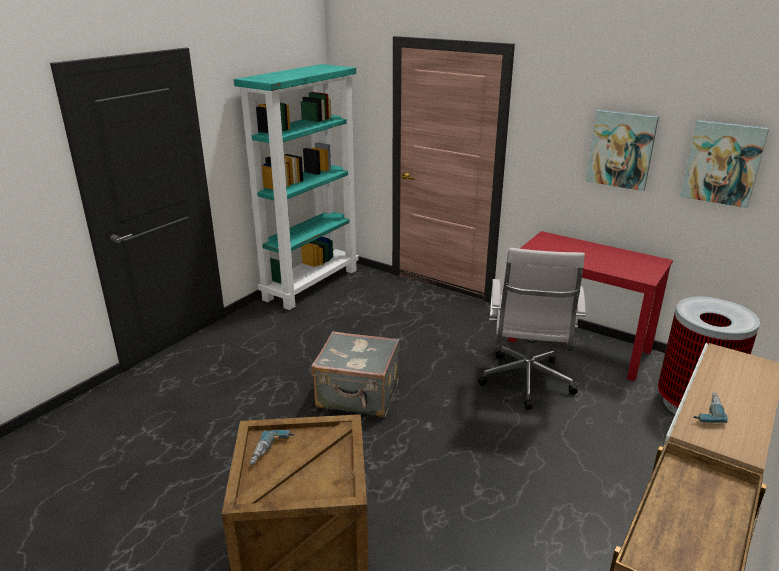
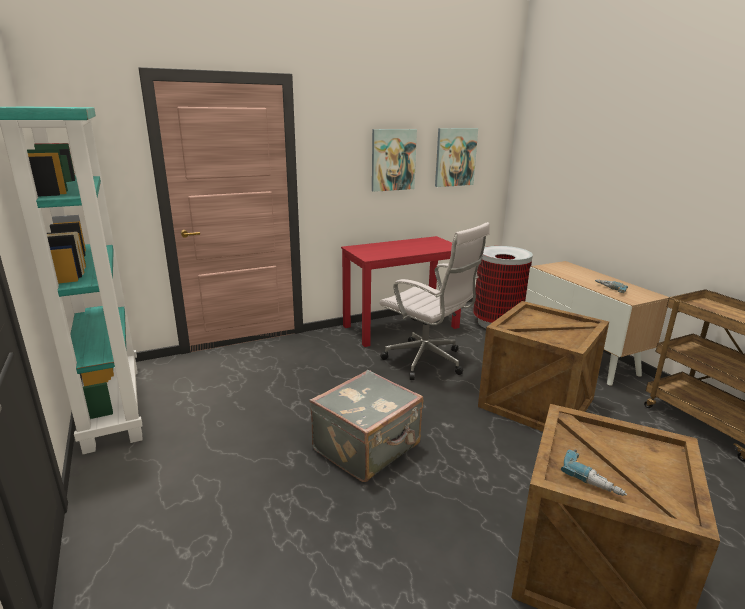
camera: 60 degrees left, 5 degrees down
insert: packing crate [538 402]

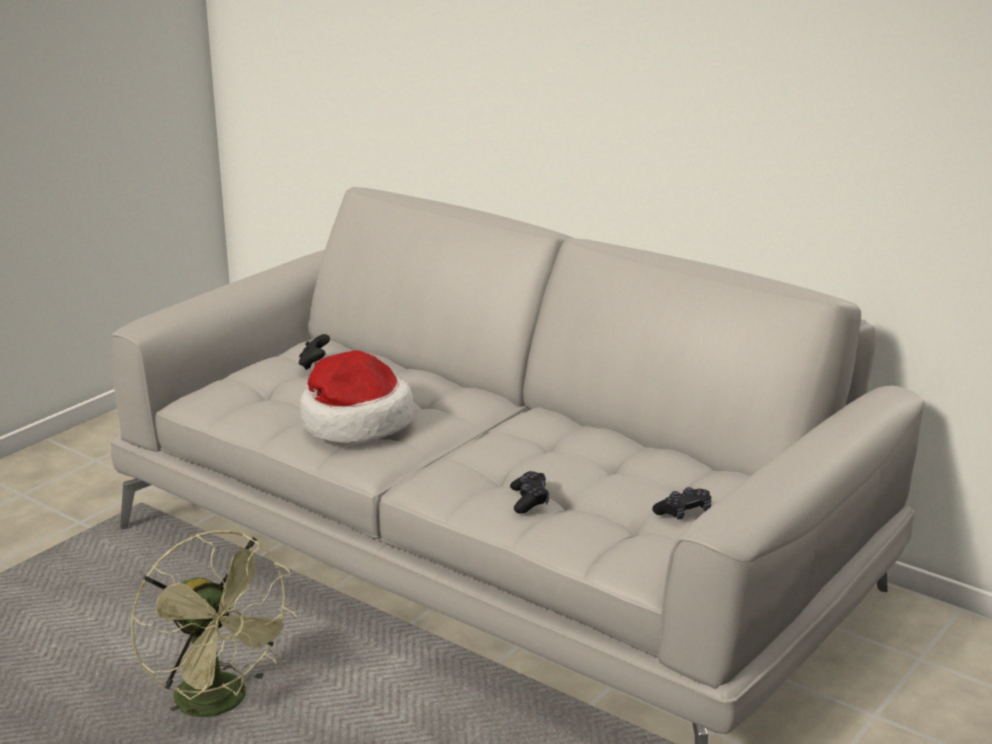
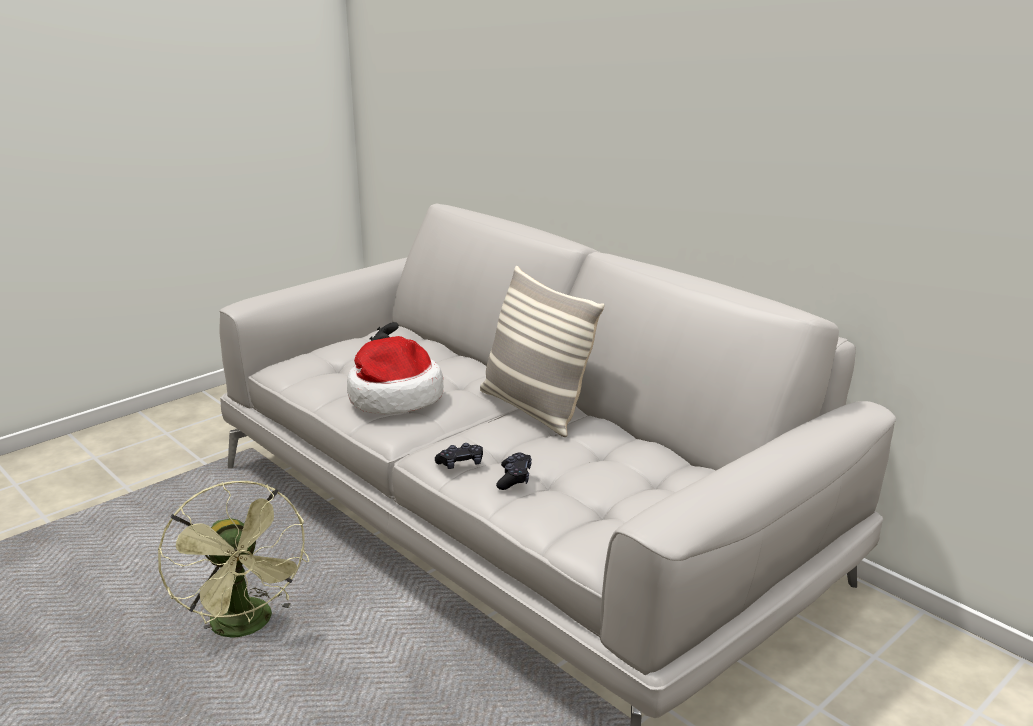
camera: 10 degrees right, 0 degrees up
insert: throw pillow [534 409]
move: black-coloured gamepad [683 512] to [460 463]

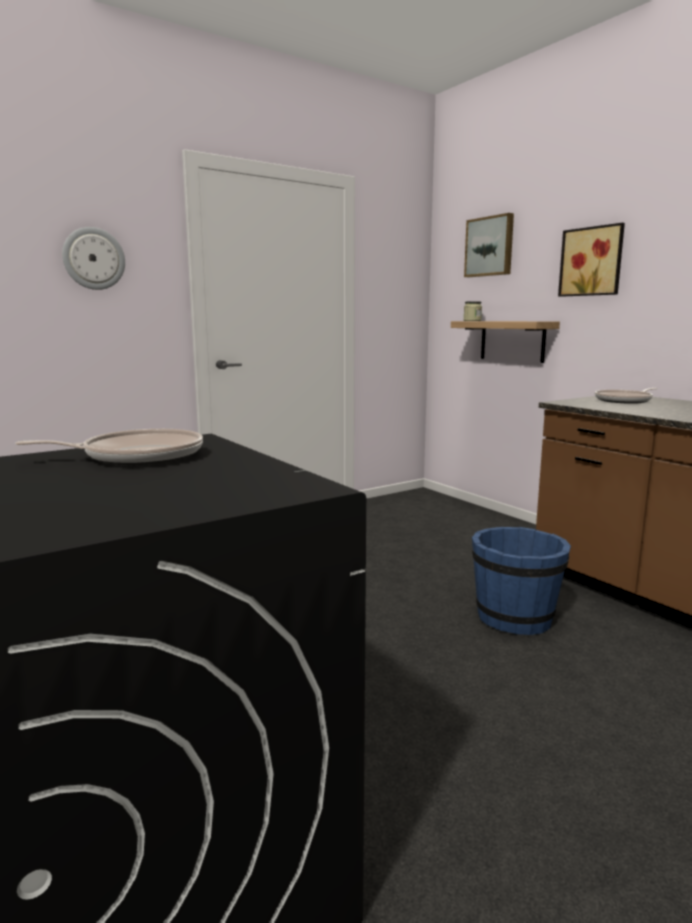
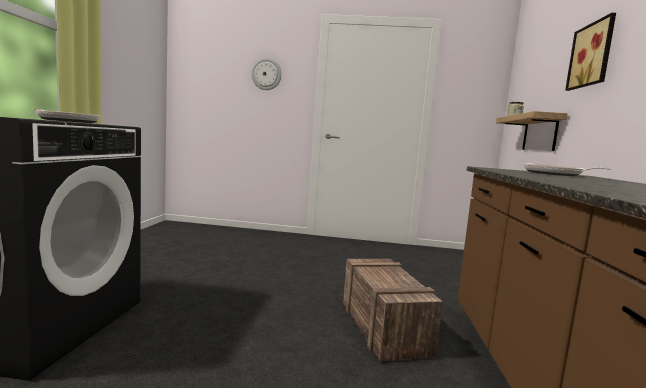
camera: 40 degrees right, 5 degrees down
delete: wall art [490 246]
replace: blue water bucket [515 617] to packing crate [384 329]

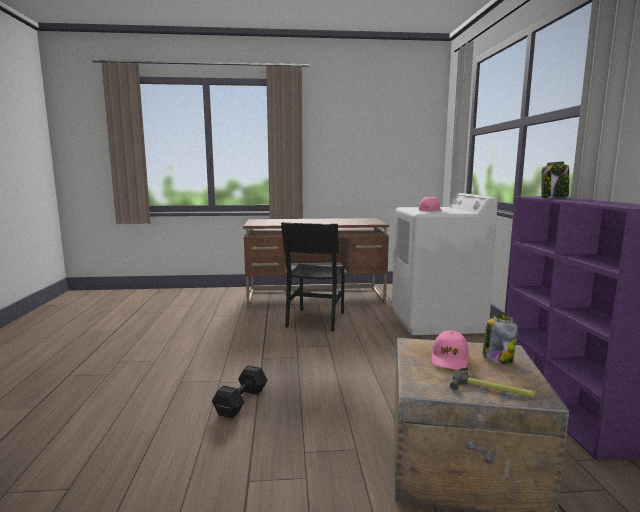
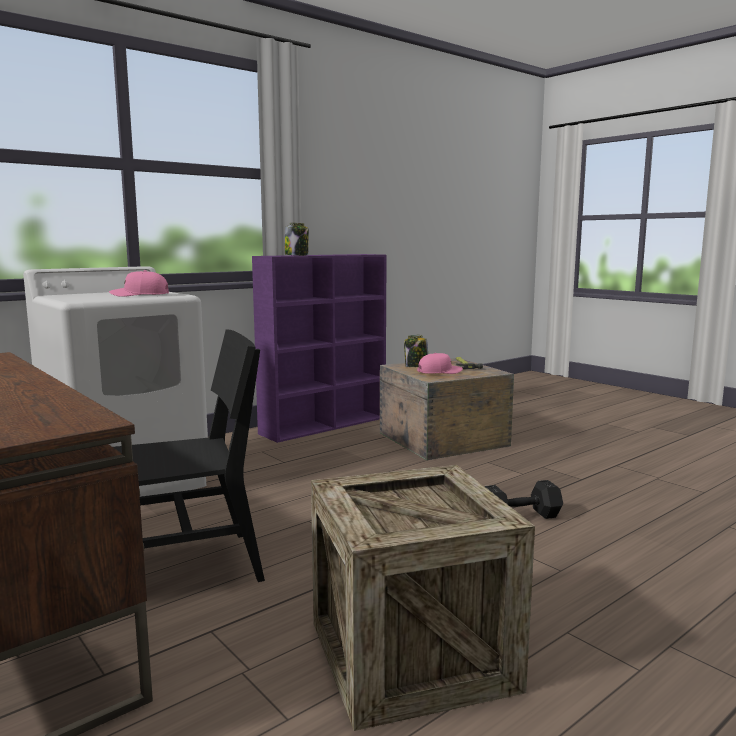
camera: 125 degrees left, 0 degrees up
insert: packing crate [411 655]

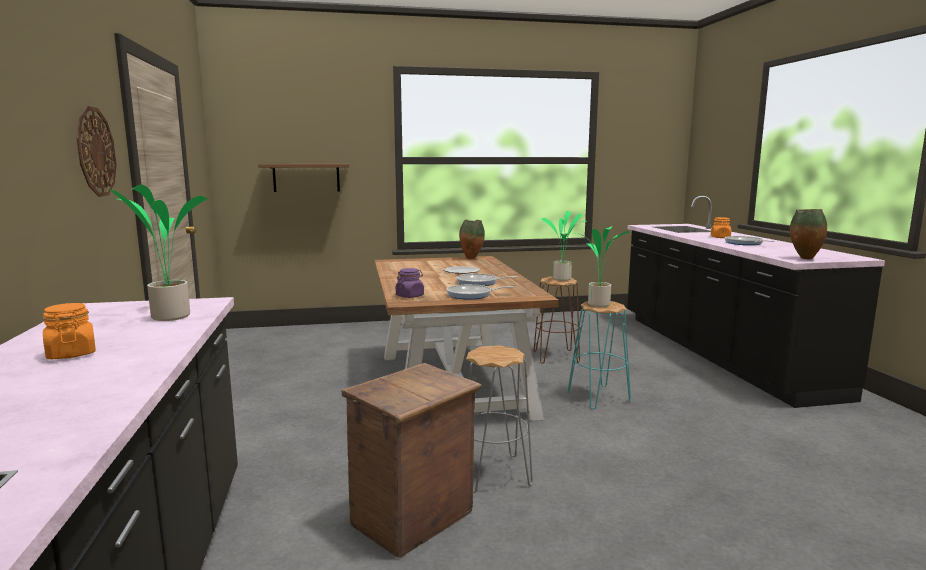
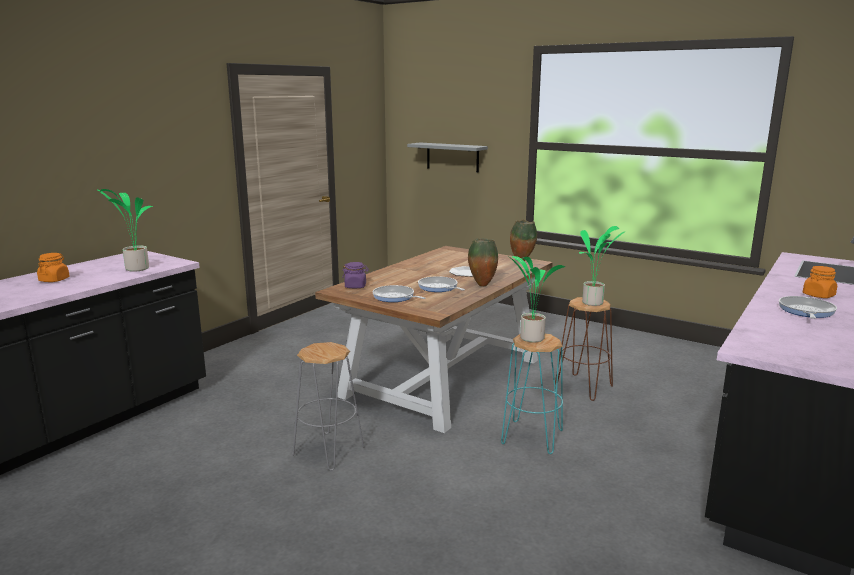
camera: 45 degrees right, 5 degrees up
delete: hanging clock [95 152]; packing crate [414 519]
move: flower vase [804 258] to [481 285]
recolor: brown-coloured bracket shelf [306 177] to gray bracket shelf [452 157]

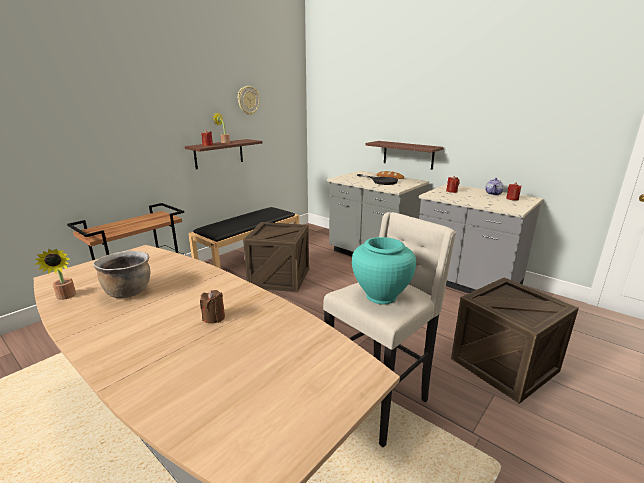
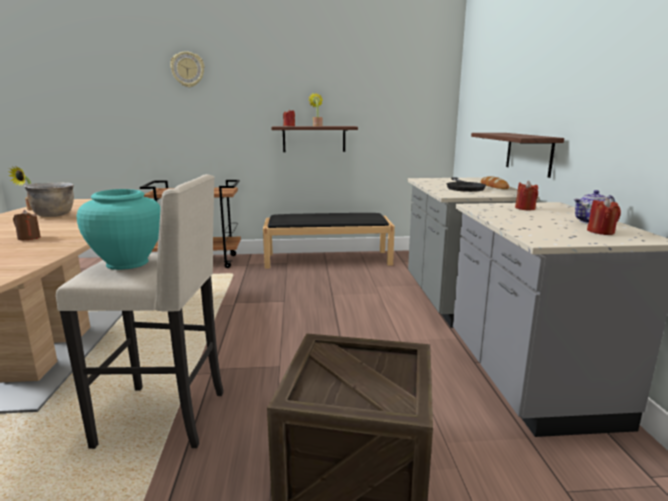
camera: 45 degrees right, 5 degrees down
delete: packing crate [279 278]
move: hanging clock [248 100] to [188 69]

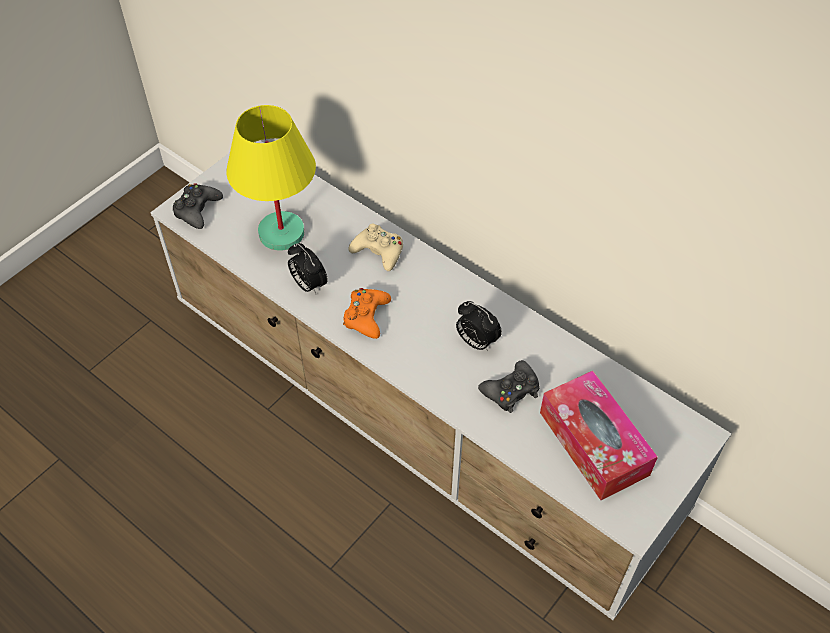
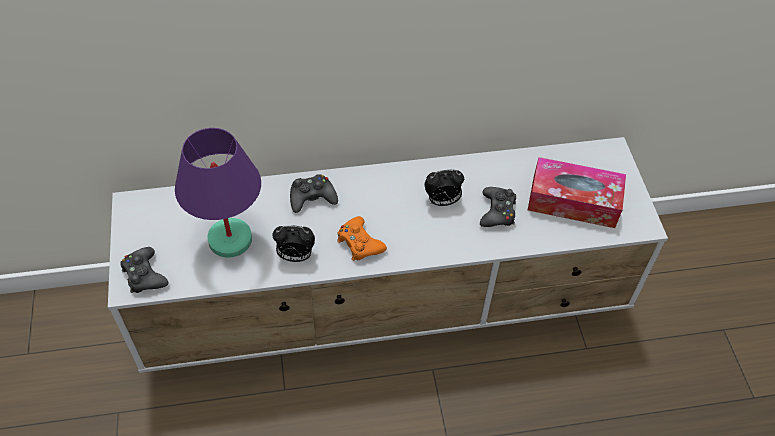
camera: 50 degrees left, 0 degrees up
recolor: yellow table lamp [282 234] to purple table lamp [231 240]; beige-coloured gamepad [379 252] to black-coloured gamepad [312 197]

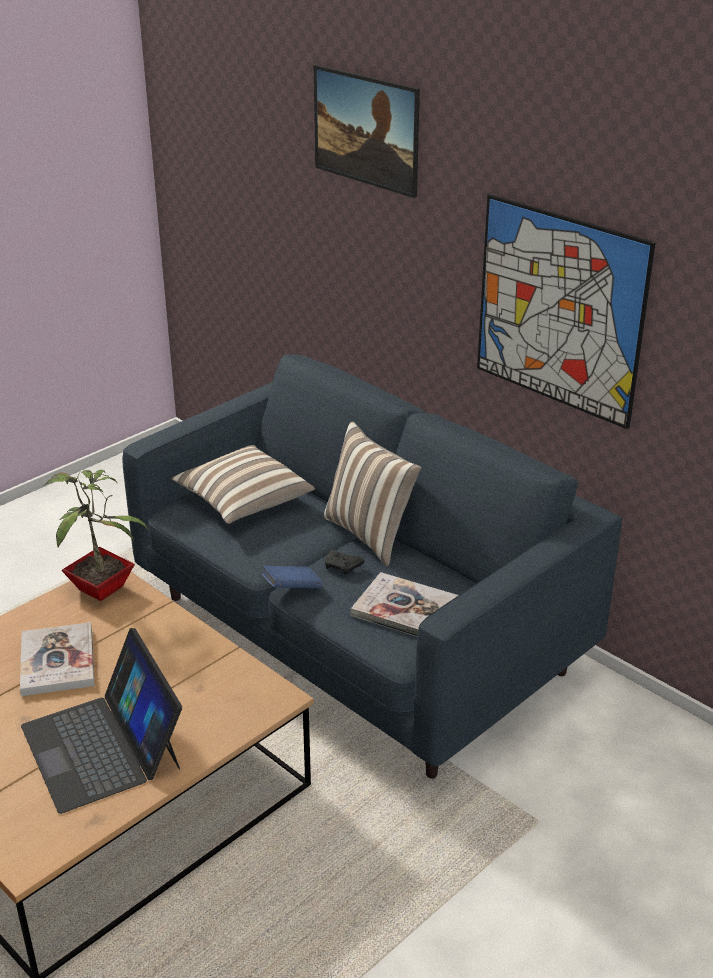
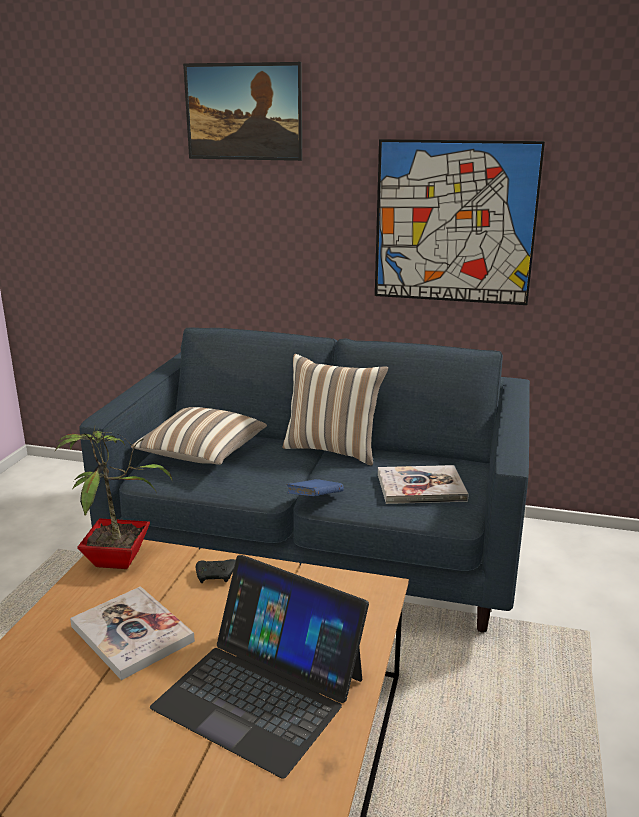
camera: 30 degrees left, 10 degrees down
move: black-coloured gamepad [343 567] to [216 576]

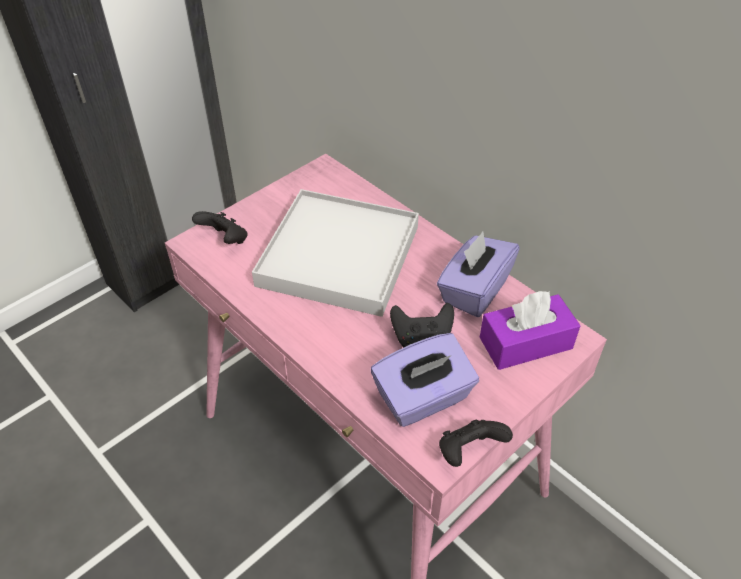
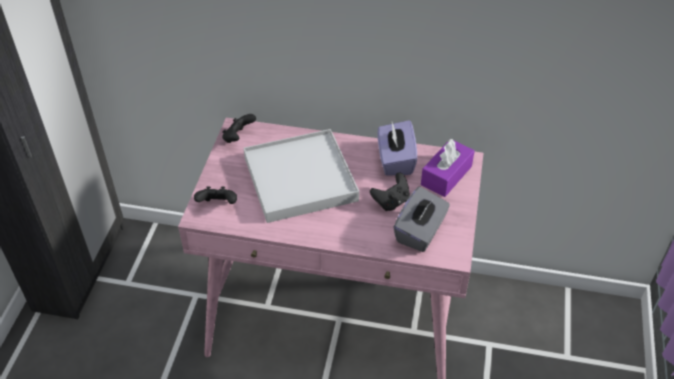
camera: 35 degrees left, 0 degrees up
move: black-coloured gamepad [469 452] to [238 137]
recolor: purple tissue box [423 398] to gray tissue box [420 232]

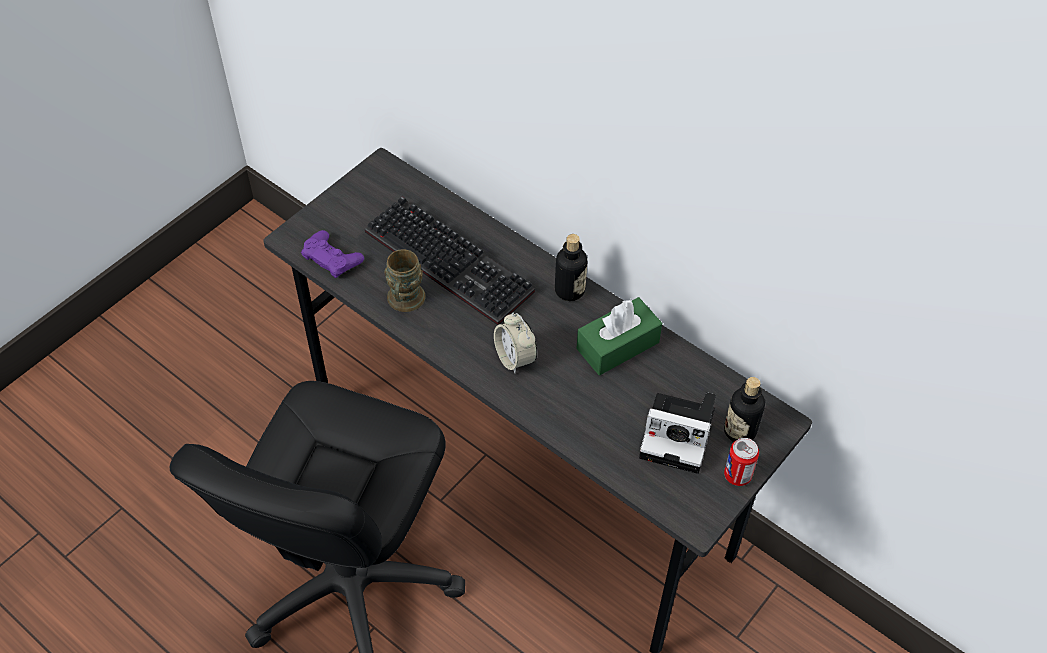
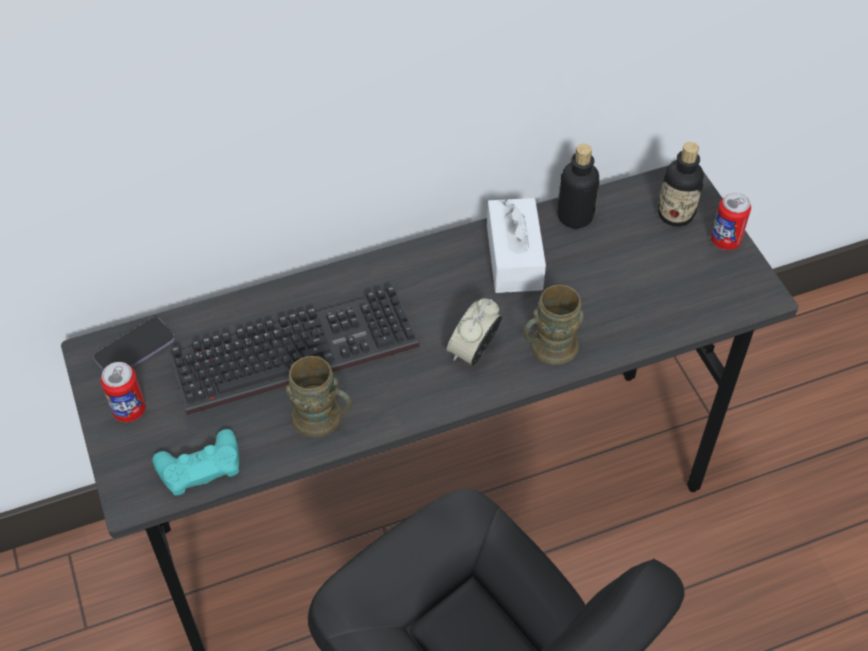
camera: 60 degrees left, 0 degrees up
delete: still camera [680 435]
insert: handset [135 349]; can [129 410]; brown-coloured mug [547 349]
move: drink bottle [569 290] to [575 216]
recolor: purple gamepad [332 258] to blue-green gamepad [200 466]; green-coloured tissue box [617 345] to whitish tissue box [514 257]
rotate: bedside clock [515 358] = [473 351] 120 degrees clockwise

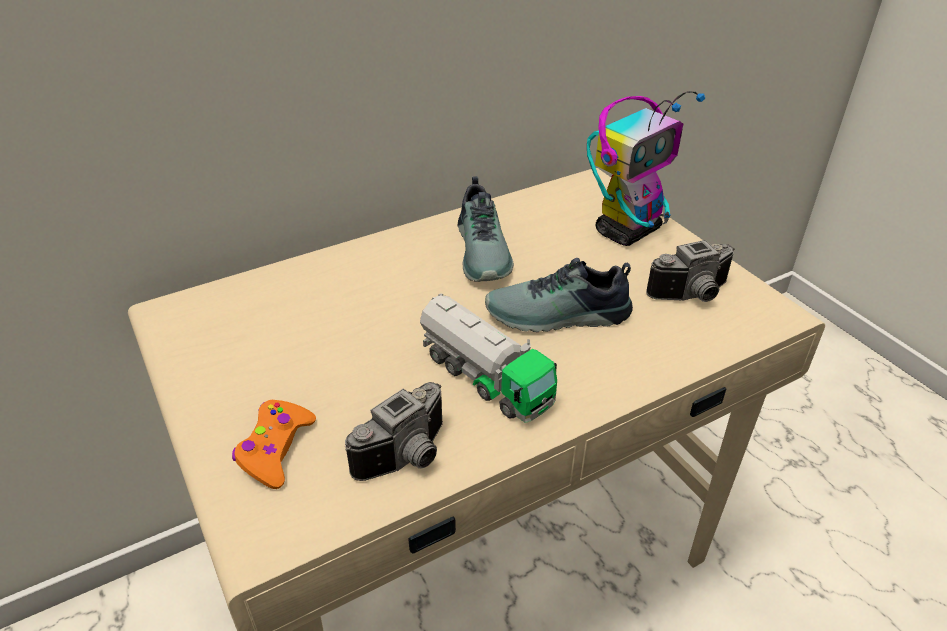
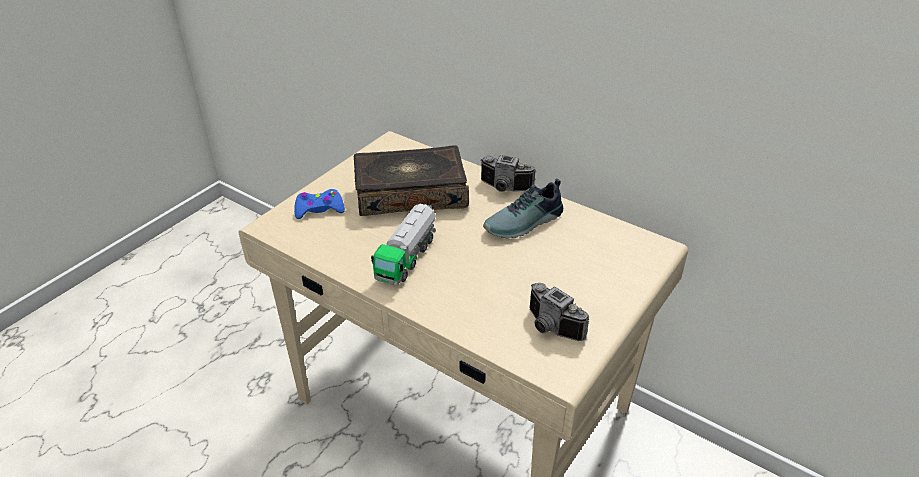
camera: 65 degrees right, 0 degrees up
delete: item of footwear [558 317]; model robot [628 231]
insert: bound book [410 193]
move: still camera [409 457] to [504 188]
recolor: orange gamepad [275 450] to blue gamepad [319 209]

